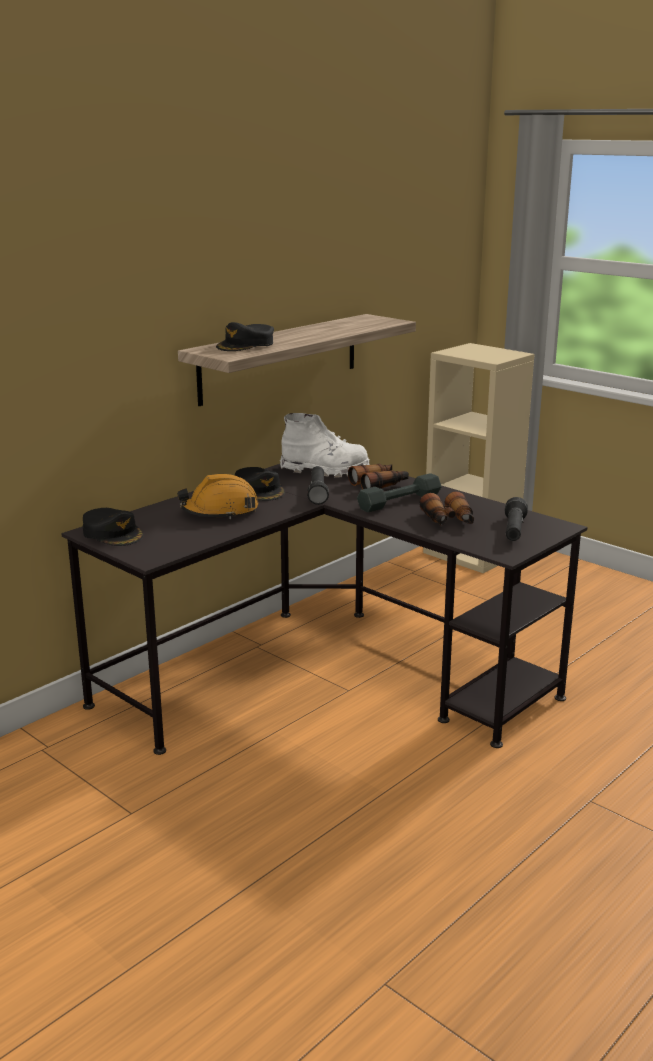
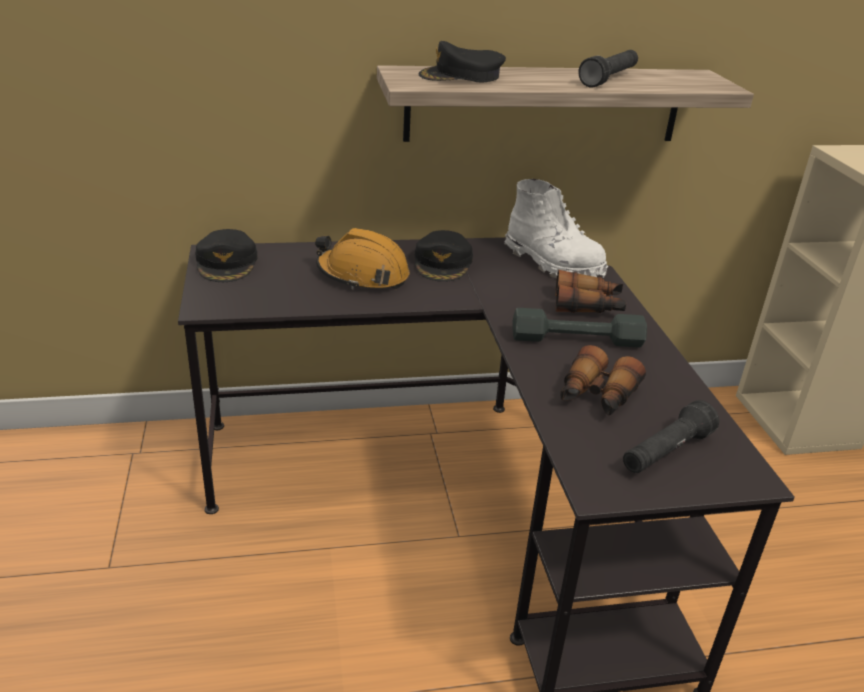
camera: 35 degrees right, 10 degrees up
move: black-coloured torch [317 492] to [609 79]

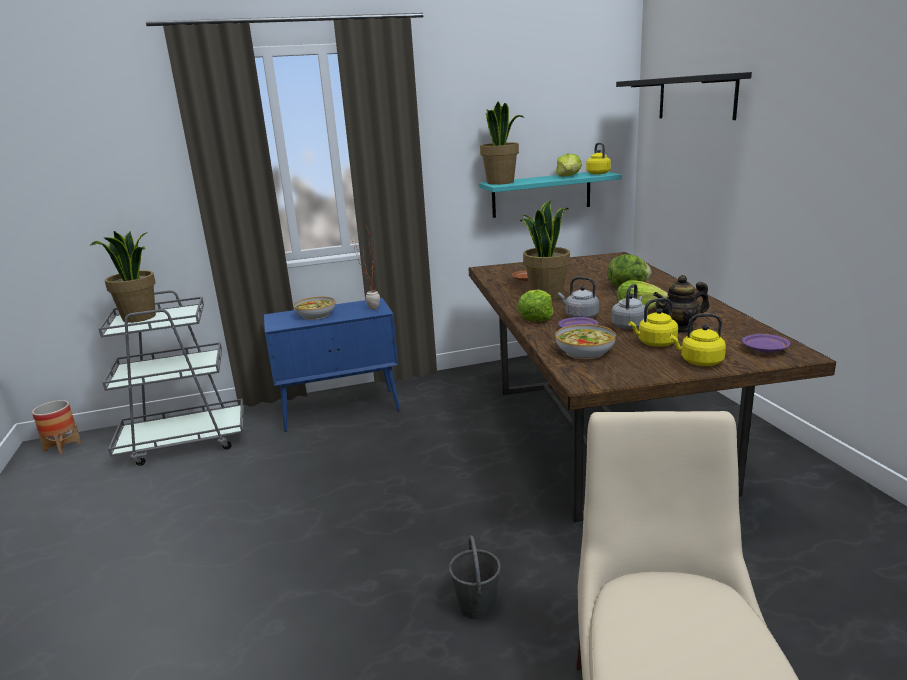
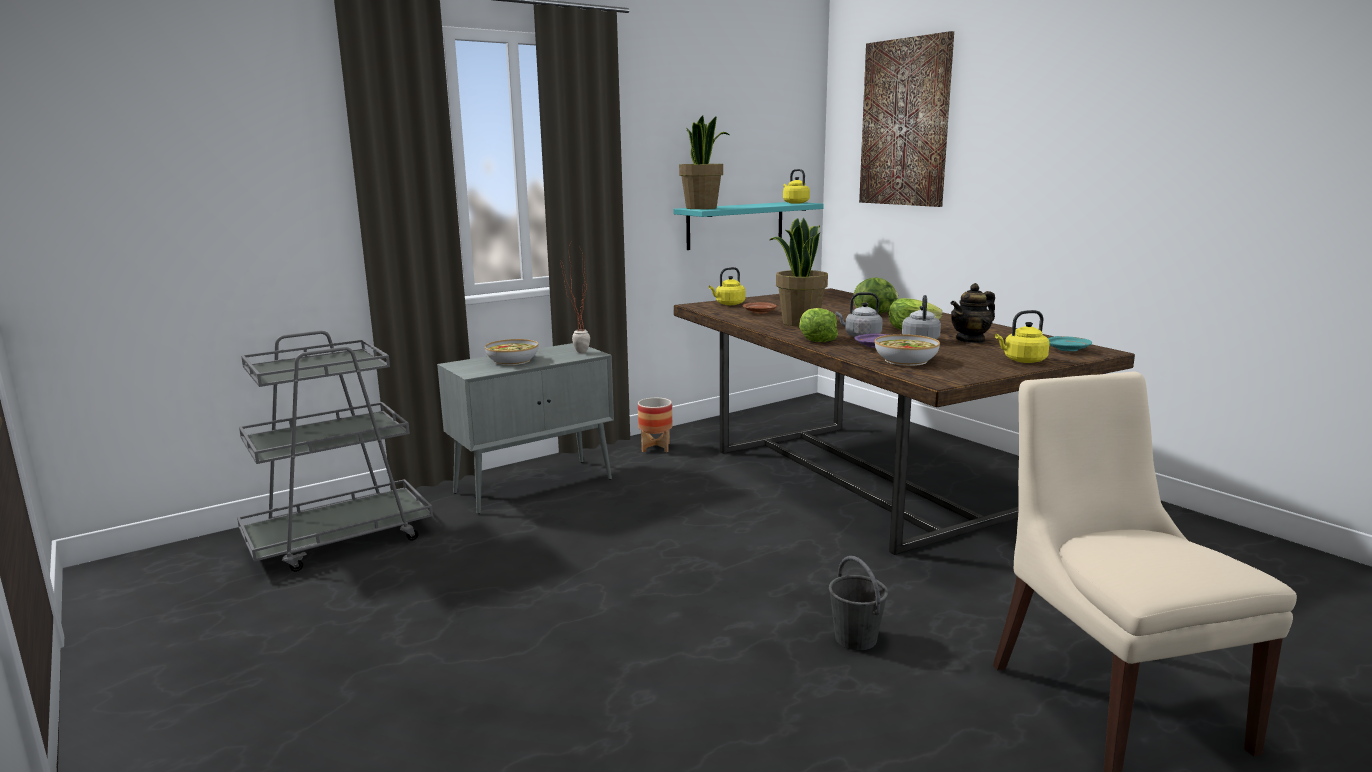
camera: 20 degrees left, 5 degrees down
delete: plant in a pot [139 317]; lettuce head [568 176]
move: planter [62 447] to [655 447]; yellow tea kettle [655 343] to [728 304]
replace: black-coloured bracket shelf [696 97] to wall art [905 123]
recolor: blue storage cabinet [341 410] to gray storage cabinet [535 485]; purple plate [765 350] to blue-green plate [1067 350]

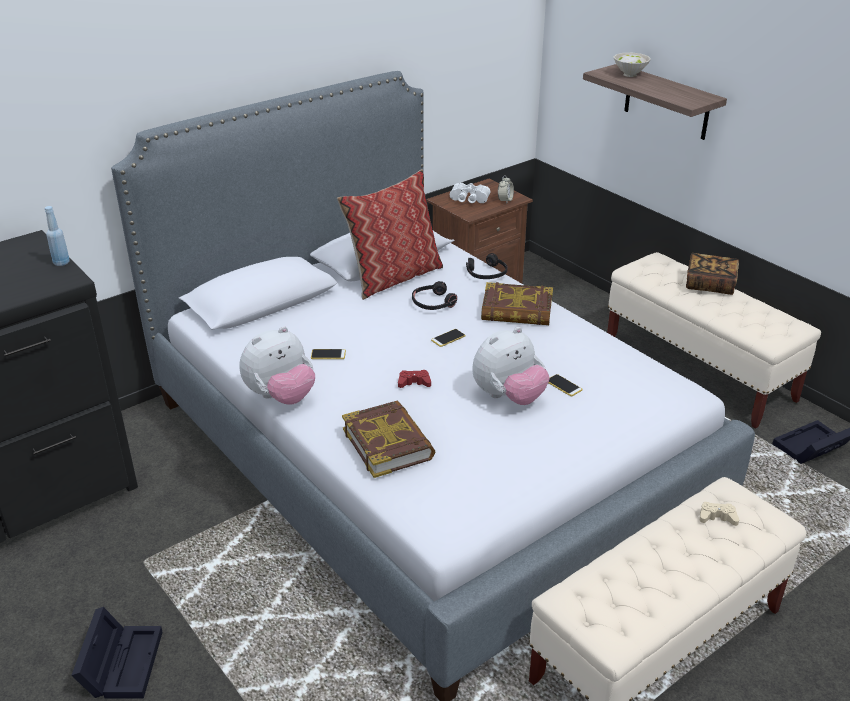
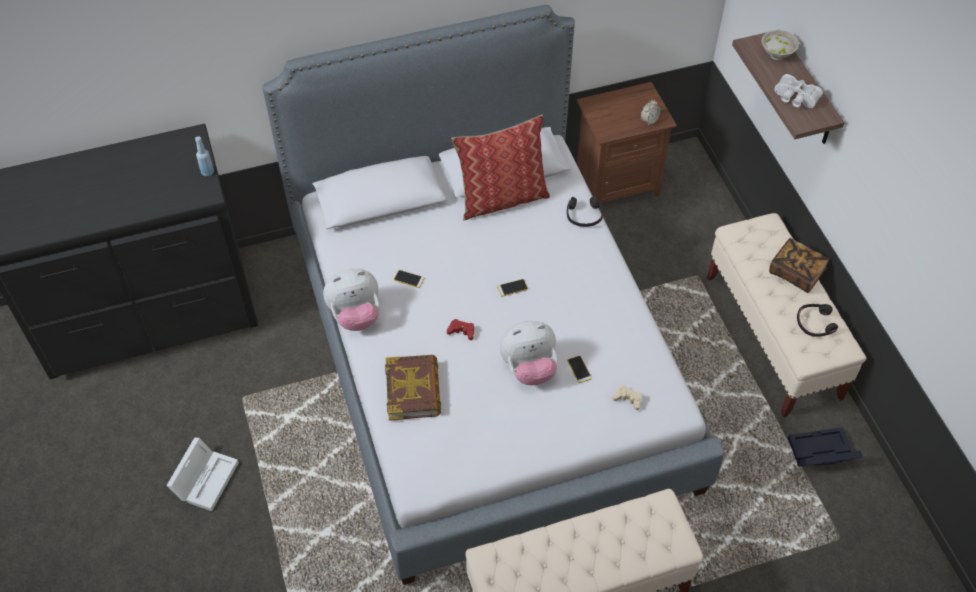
camera: 20 degrees right, 20 degrees up
delete: bound book [516 310]
move: beige-coloured gamepad [717 517] to [628 399]; whitish binoculars [469 200] to [795 98]; black-coloured headset [433 303] to [815 323]
recolor: black-coloured storage bin [122 661] to whitish storage bin [206 478]

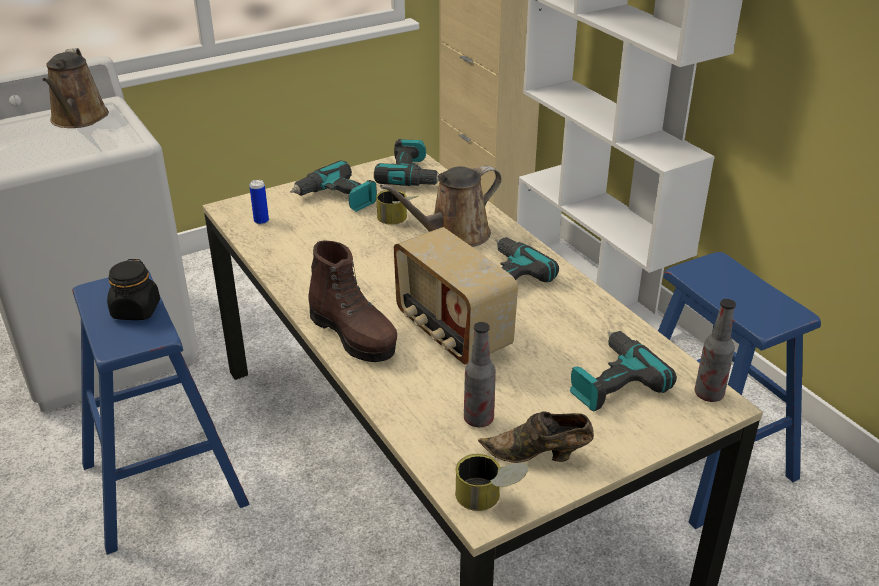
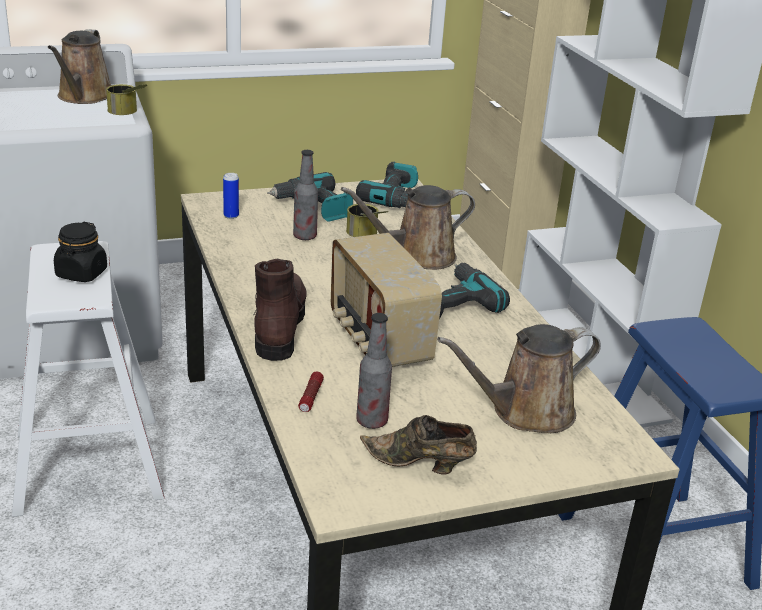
camera: 10 degrees right, 5 degrees down
insert: torch [311 397]
move: can [489 499] to [127 112]; drink bottle [708 394] to [305 236]
replace: power drill [611 381] to brown-coloured watering pot [526 412]
recolor: blue sitting stool [164 483] to whitish sitting stool [88 463]
rotate: brown-coloured boot [354 335] = [278 327] 150 degrees counterclockwise

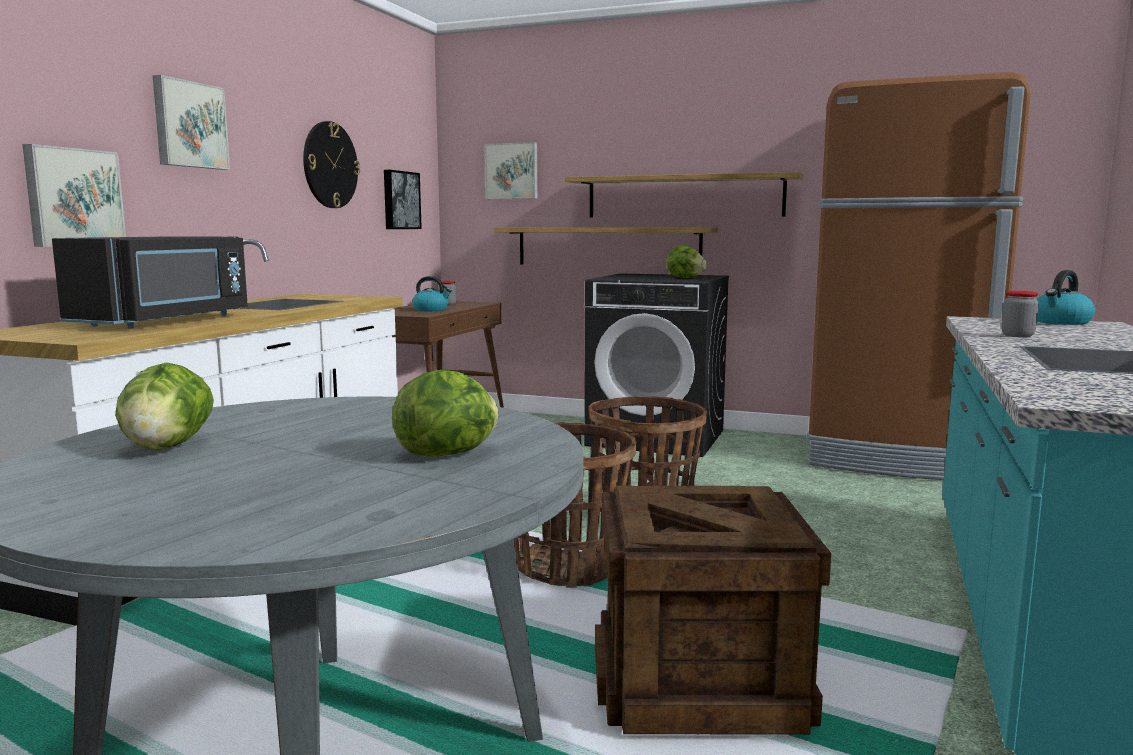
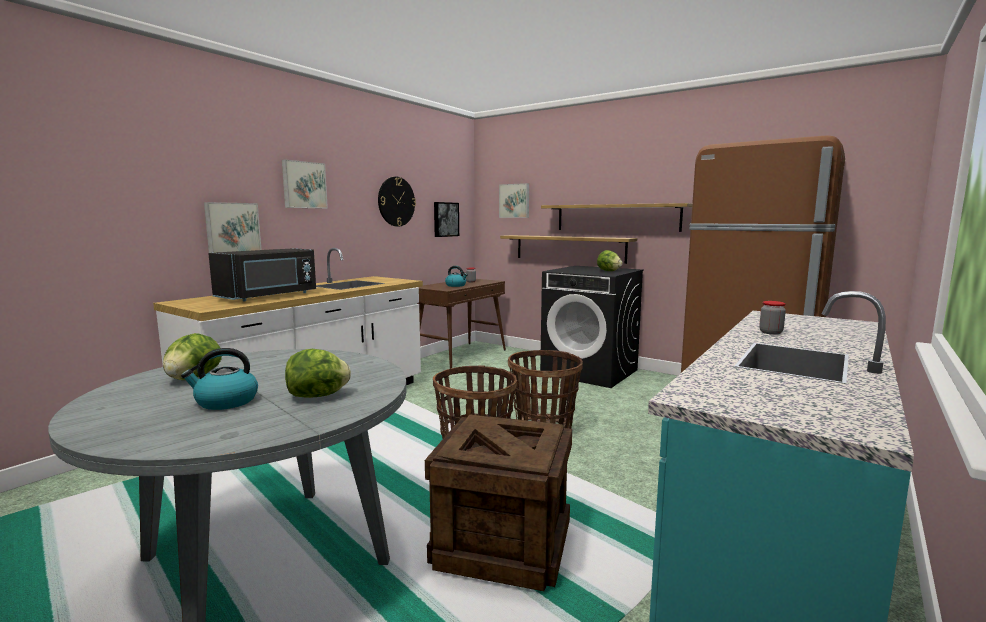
camera: 15 degrees right, 0 degrees up
move: tea kettle [1061 322] to [225 402]

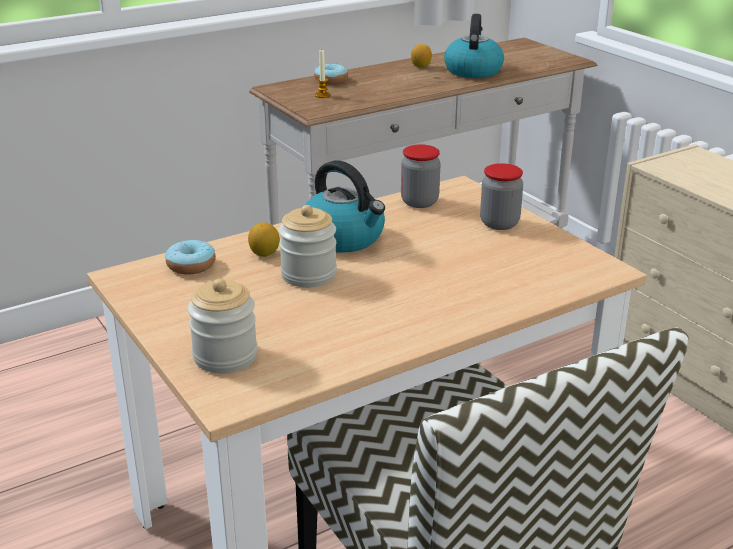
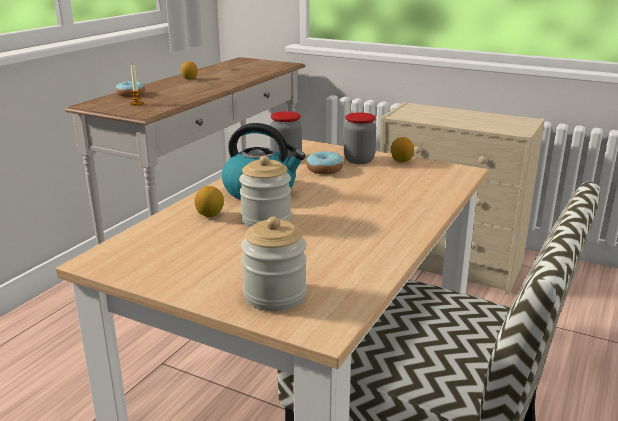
camera: 30 degrees left, 5 degrees down
delete: tea kettle [472 71]
insert: citrus fruit [401 161]
move: ring doughnut [191 266] to [324 170]

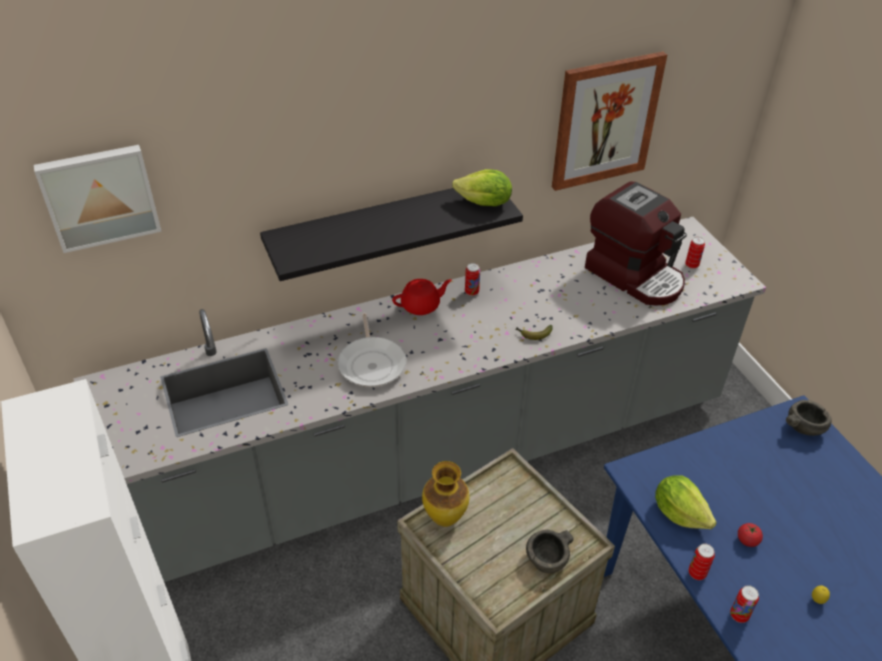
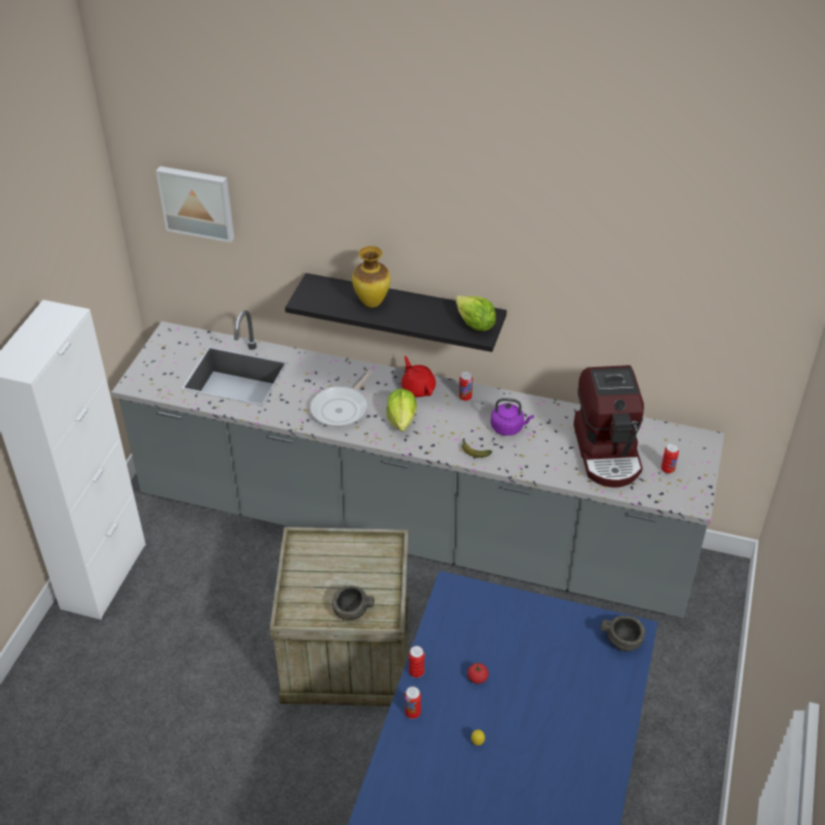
camera: 40 degrees right, 0 degrees up
delete: wall art [605 121]
insert: purple tea kettle [508 428]
move: flower vase [445 518] to [372 303]; lettuce head [679 513] to [402 420]
rotate: reddish tea pot [421 306] = [418 388] 135 degrees counterclockwise

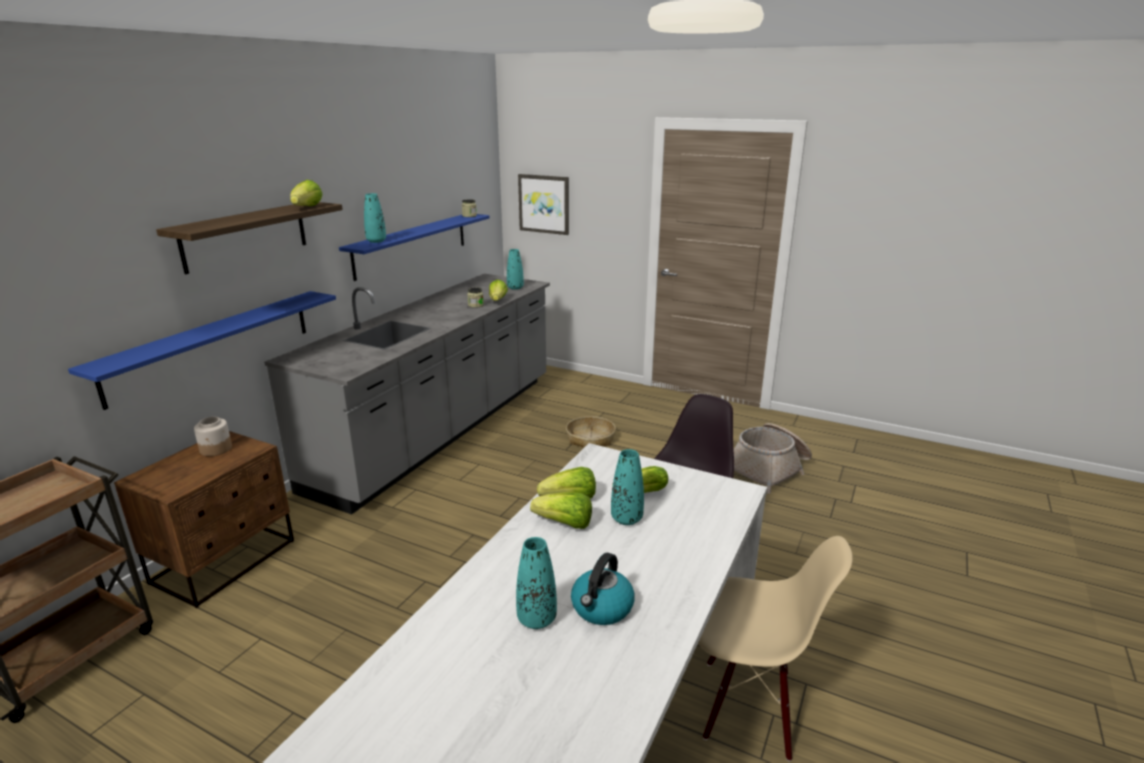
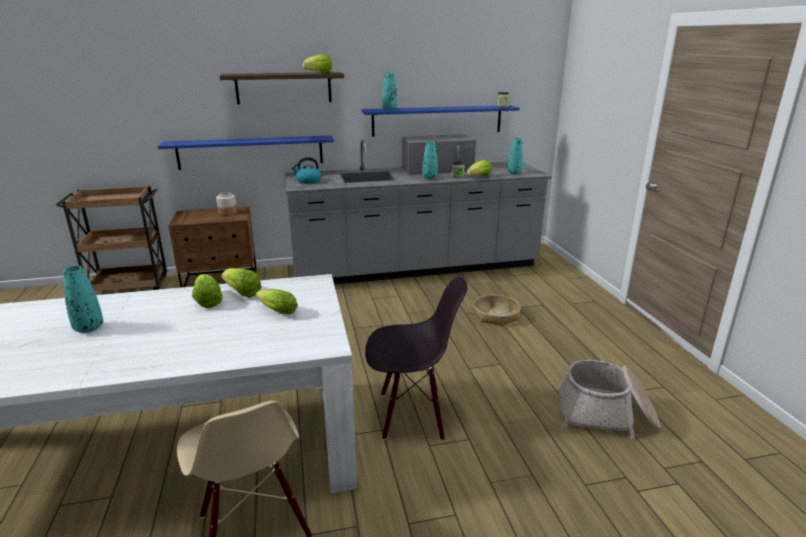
camera: 50 degrees right, 0 degrees up
delete: wall art [544 204]
insert: gray kitchen microwave [438 168]
move: tea kettle [602 608] to [308 181]; blue-green flower vase [626 519] to [429 177]

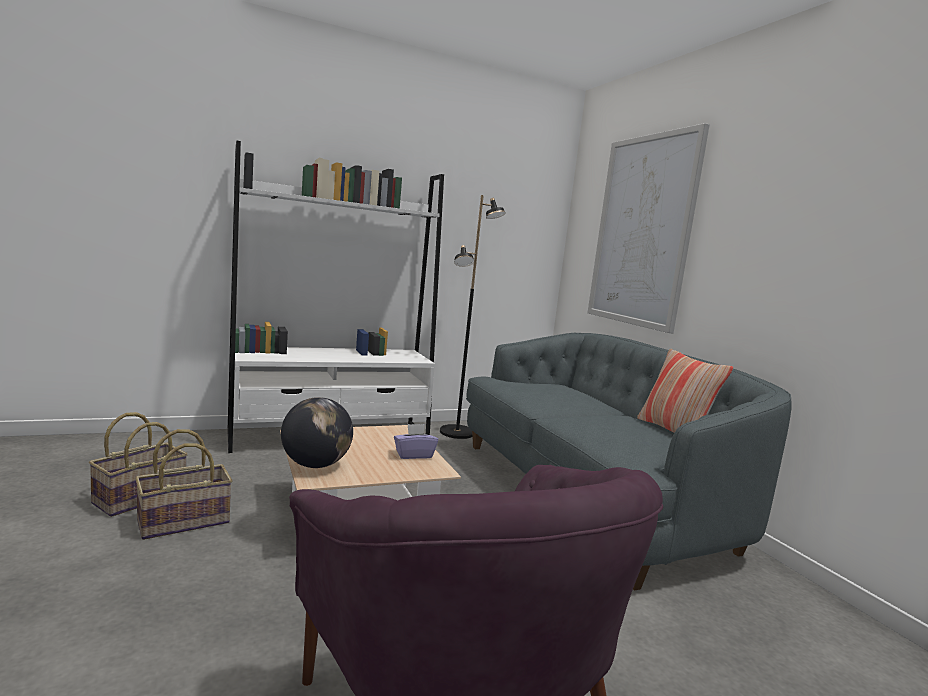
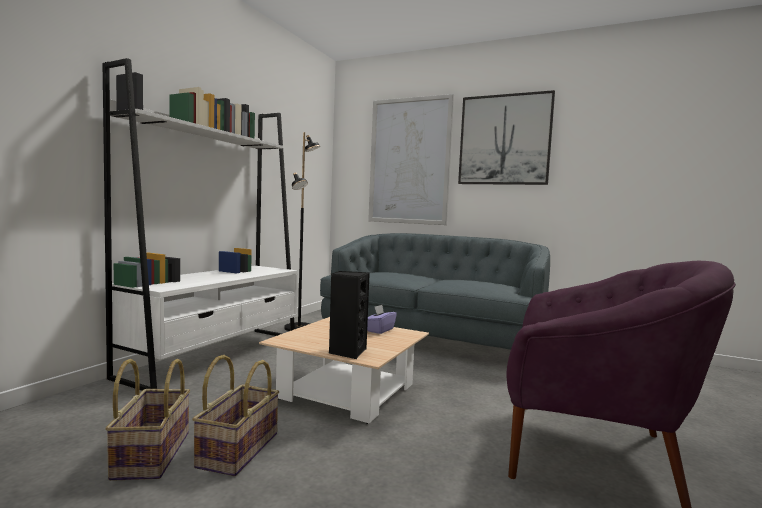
camera: 40 degrees left, 5 degrees down
delete: throw pillow [674 432]
insert: wall art [504 140]
replace: globe [315 465] to black-coloured loudspeaker [347 352]

